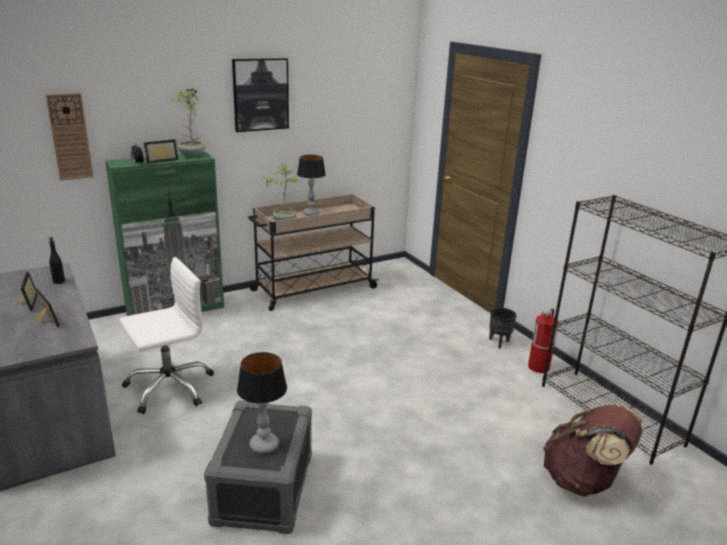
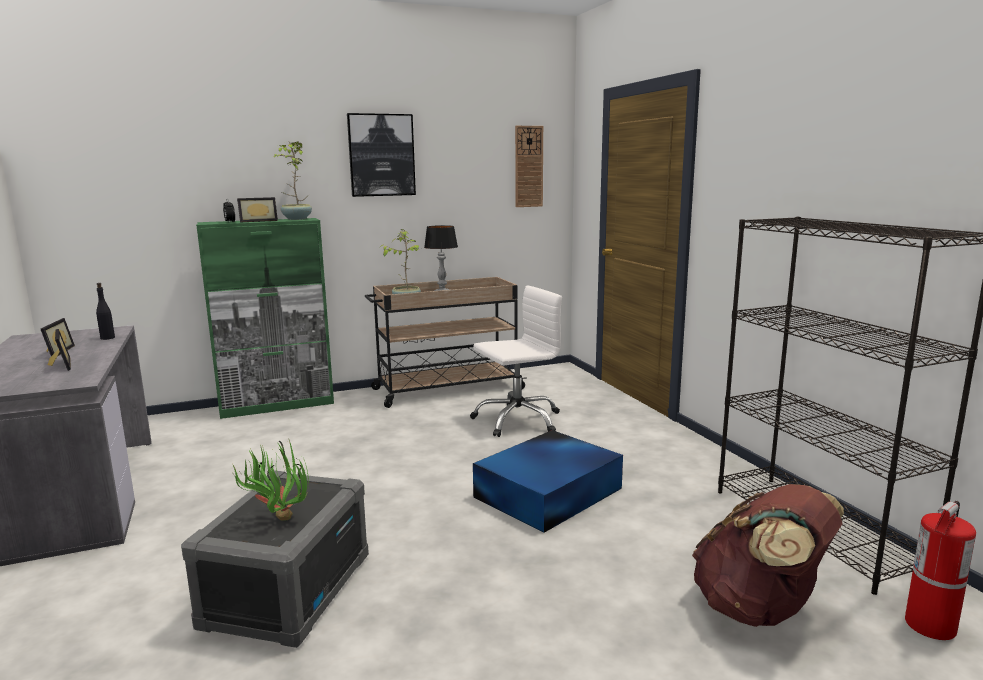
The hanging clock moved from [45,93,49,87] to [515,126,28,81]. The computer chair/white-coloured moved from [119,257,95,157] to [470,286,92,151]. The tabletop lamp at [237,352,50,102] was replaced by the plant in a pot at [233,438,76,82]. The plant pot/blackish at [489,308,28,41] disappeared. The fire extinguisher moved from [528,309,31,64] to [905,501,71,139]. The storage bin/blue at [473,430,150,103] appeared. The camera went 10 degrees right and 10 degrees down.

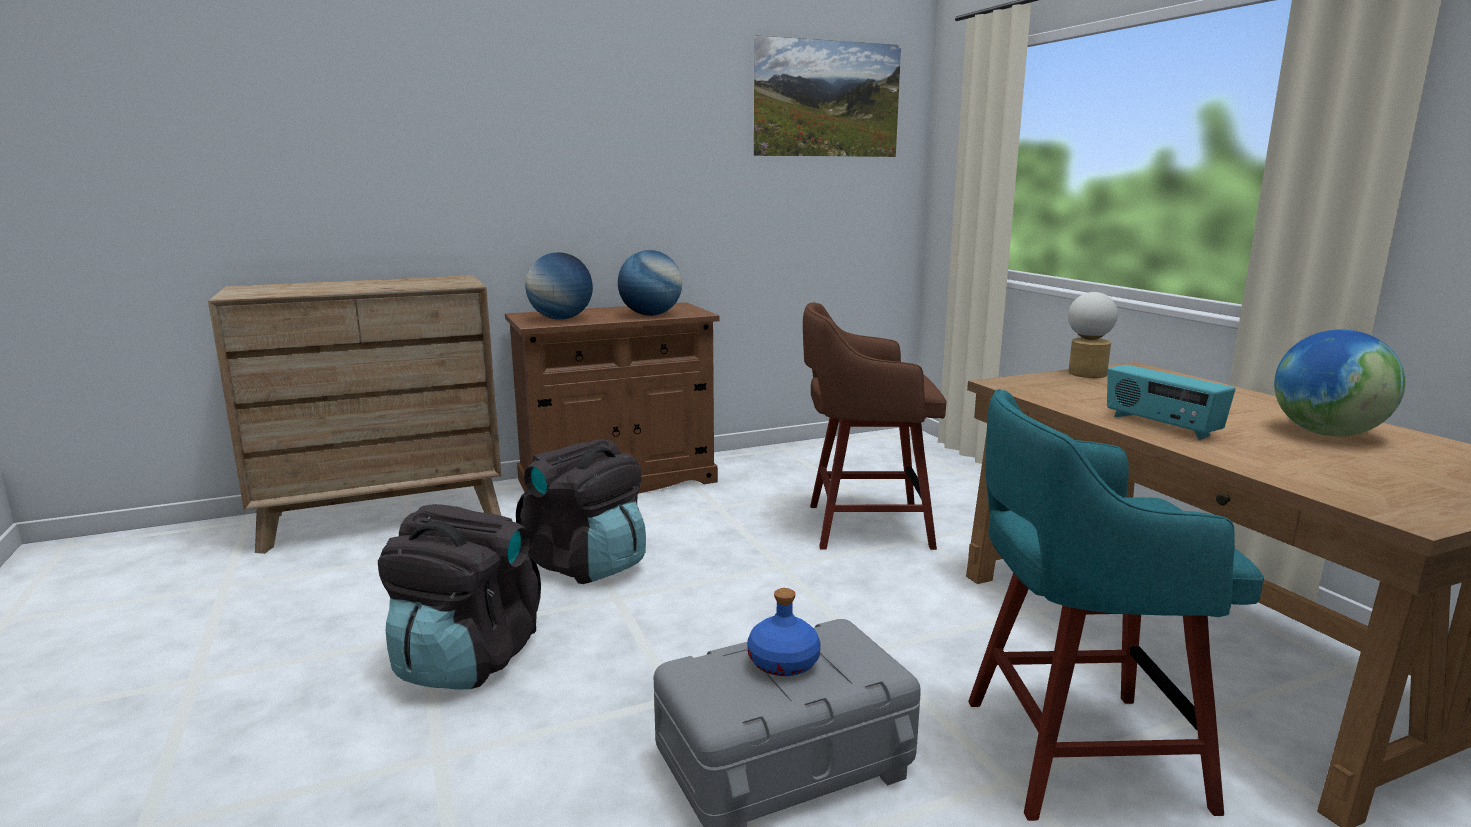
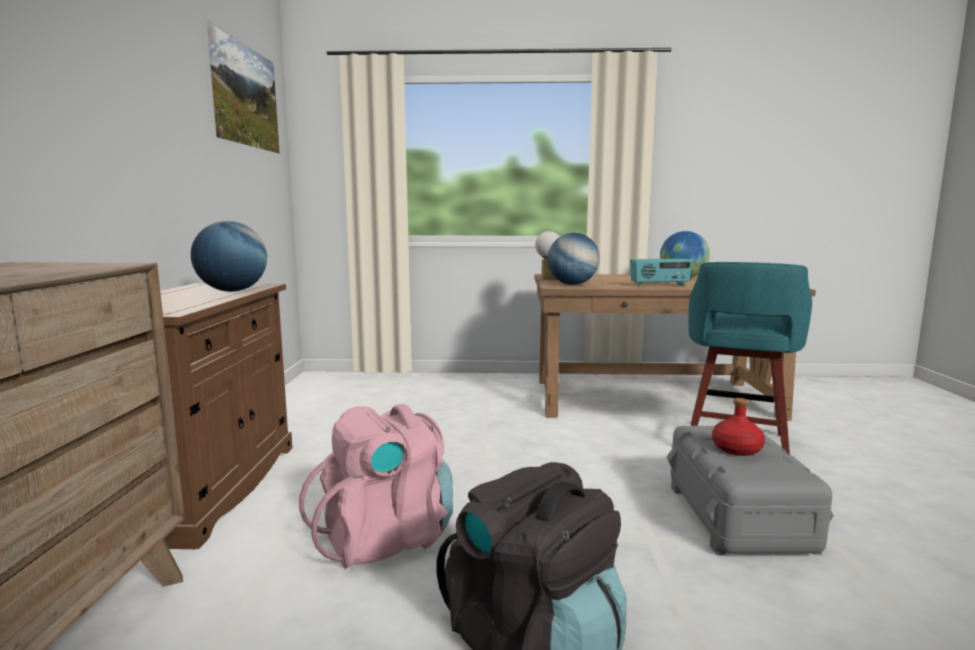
The backpack/blackish at [516,439,130,145] became the backpack/pinkish at [299,404,154,164]. The desk globe moved from [525,252,68,68] to [547,233,53,52]. The drink bottle/blue at [747,588,74,88] became the drink bottle/red at [712,398,53,58]. The stool seat/brownish at [803,303,144,247] disappeared. The camera went 65 degrees left and 5 degrees down.

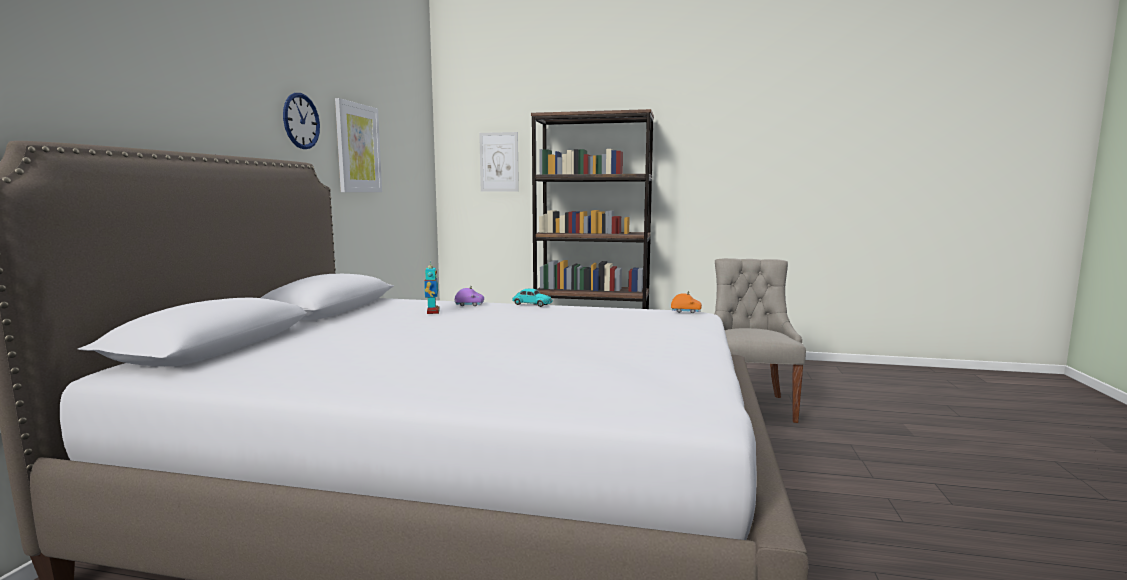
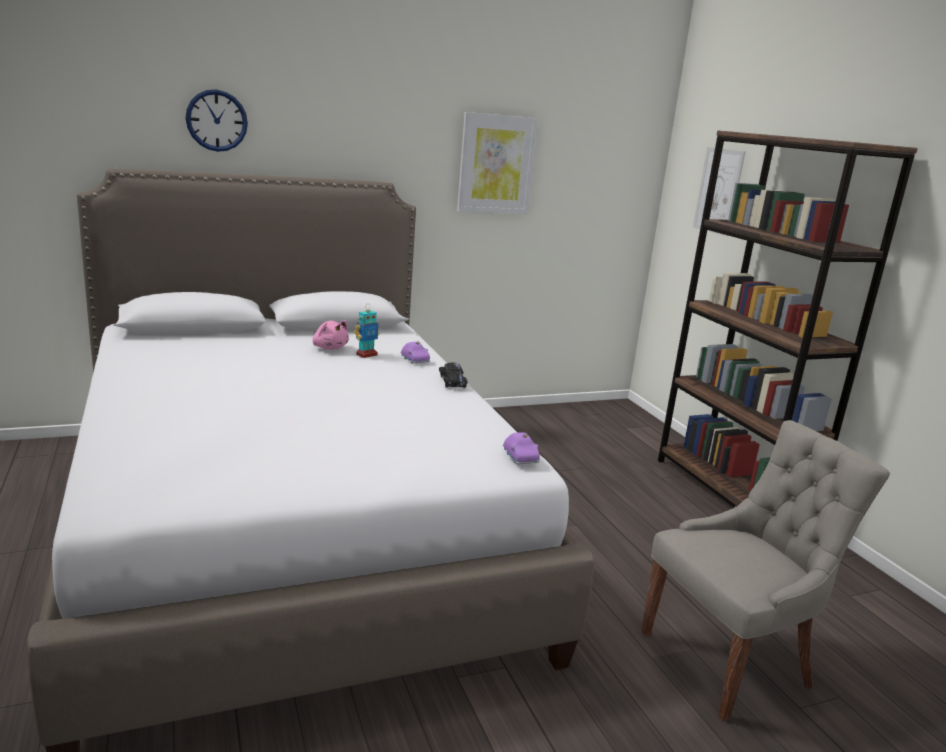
The hanging clock moved from [283,93,37,56] to [185,89,63,63]. The toy car/turquoise-coloured at [512,289,41,18] became the toy car/blackish at [439,363,29,25]. The toy car/orange-coloured at [671,291,31,22] became the toy car/purple at [503,432,37,32]. The cuddly toy/pinkish at [312,320,37,30] appeared. The camera went 55 degrees right and 10 degrees up.

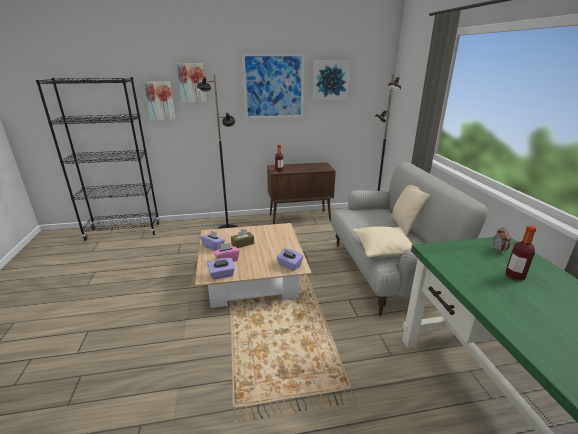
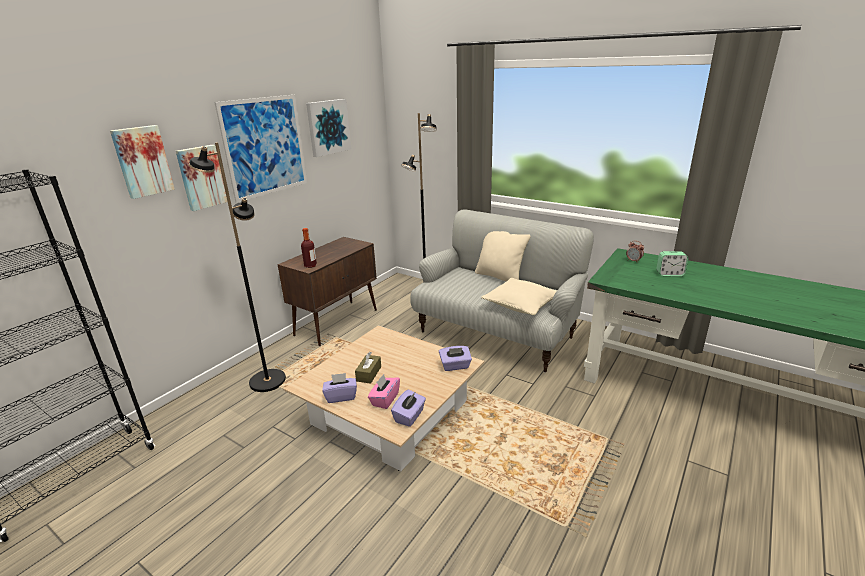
The wall picture moved from [144,82,31,38] to [176,145,52,66]. The drink bottle at [505,225,31,56] was replaced by the bedside clock at [656,251,33,25]. The camera went 45 degrees left and 0 degrees up.

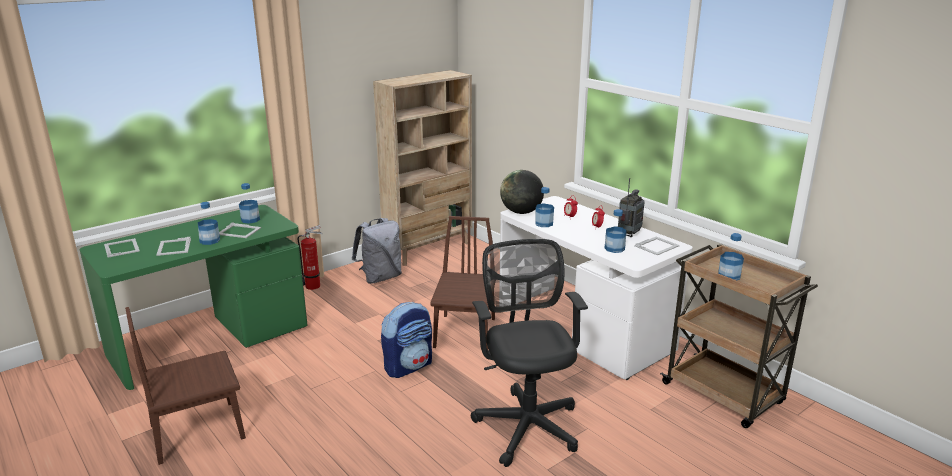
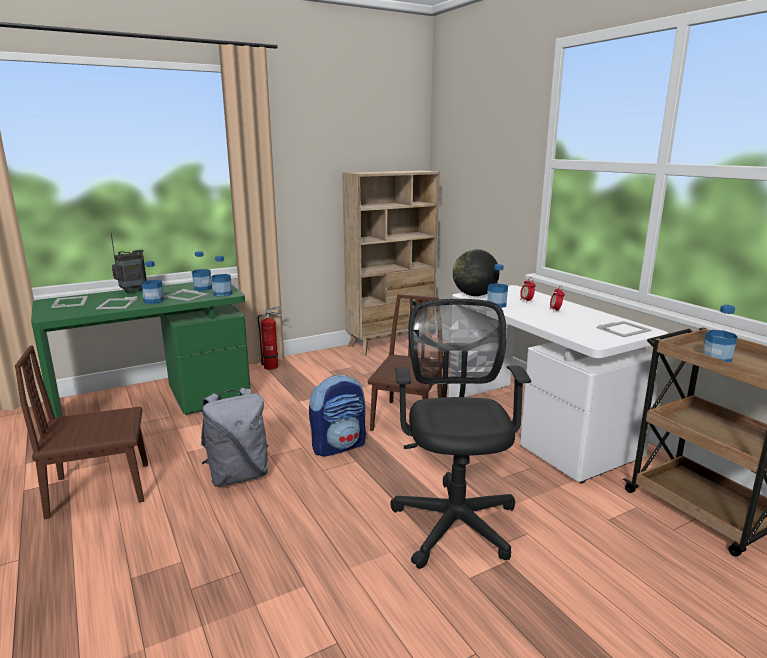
The backpack/greyish moved from [352,218,49,66] to [201,388,67,99]. The drink bottle moved from [605,209,22,44] to [211,256,21,41]. The radio set moved from [618,178,27,59] to [111,233,36,61]. The camera went 10 degrees right and 5 degrees down.

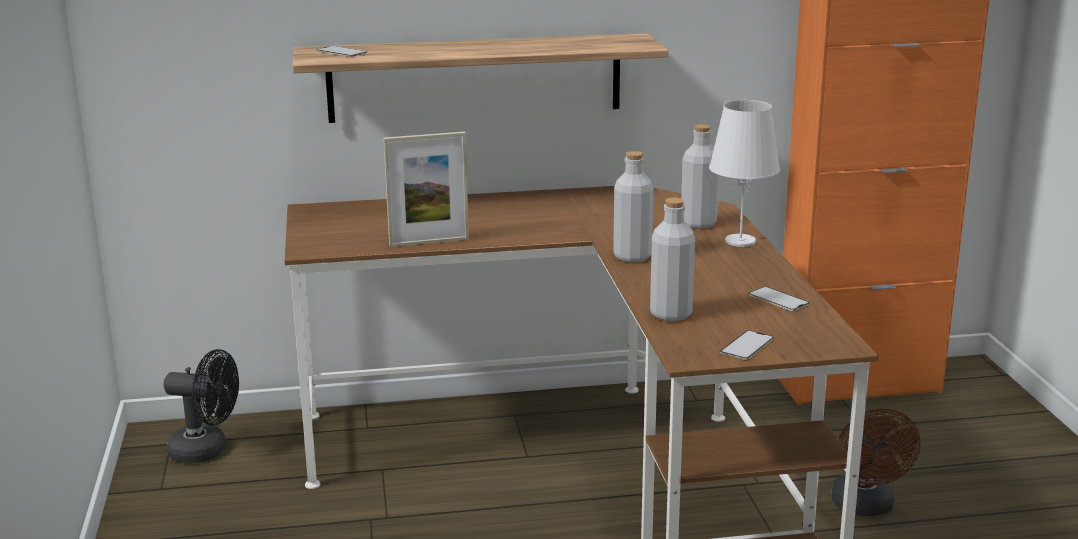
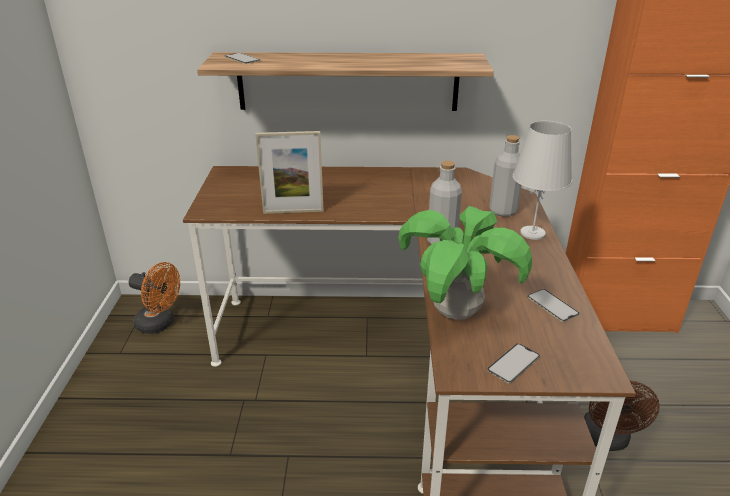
The fan/blackish at [163,349,76,114] became the fan/orange-coloured at [129,262,51,72]. The drink bottle/greyish at [650,198,45,123] was replaced by the plant in a pot at [398,206,134,114]. The camera went 10 degrees right and 10 degrees up.

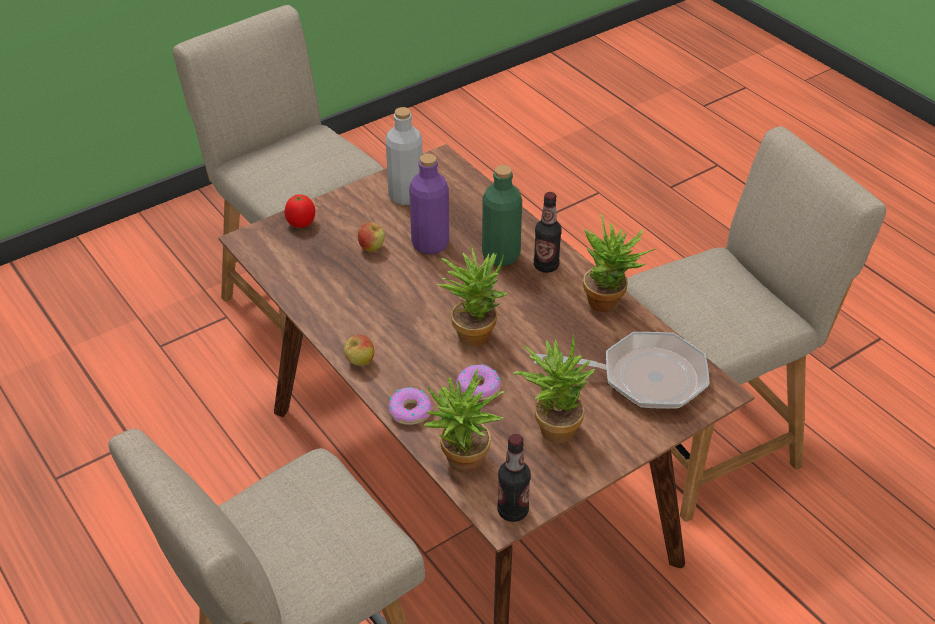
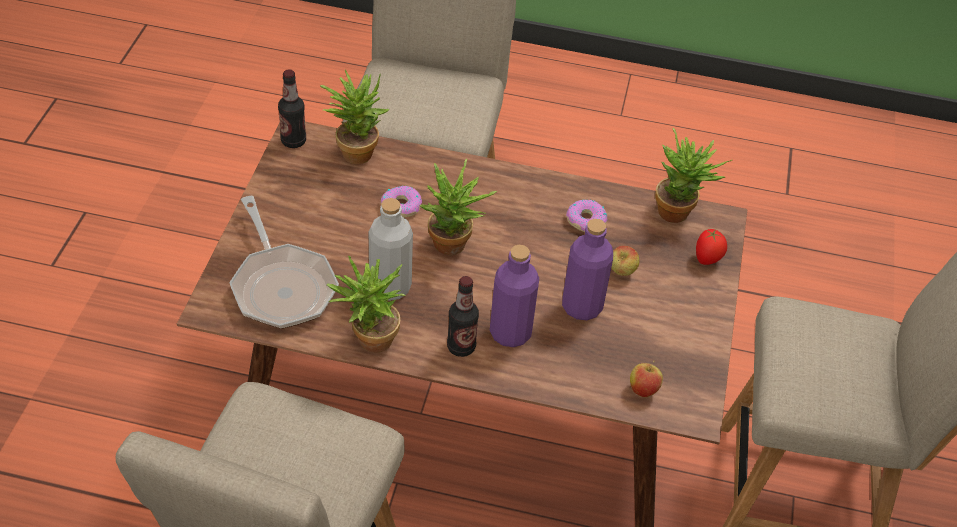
The whole apple moved from [344,335,30,31] to [630,361,33,36]. The drink bottle/greyish moved from [386,107,37,98] to [369,198,44,103]. The doughnut moved from [389,387,43,38] to [566,200,41,32]. The drink bottle/greenish at [482,165,40,101] became the drink bottle/purple at [490,245,49,102]. The plant in a pot moved from [513,335,82,108] to [655,128,77,95]. The skillet at [534,332,176,77] turned 75 degrees counterclockwise. The camera went 135 degrees right and 5 degrees up.

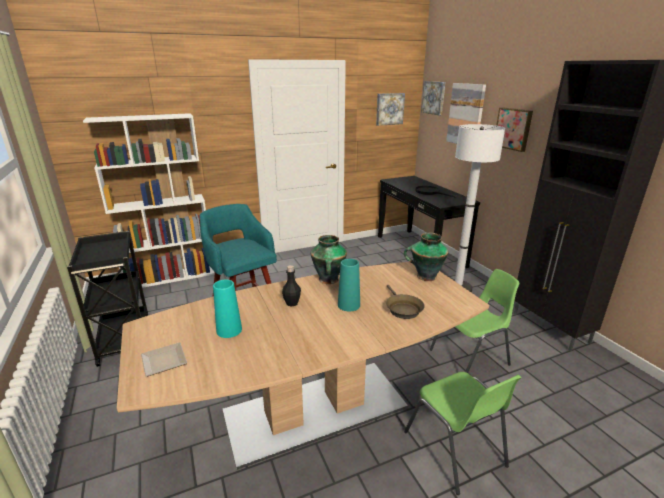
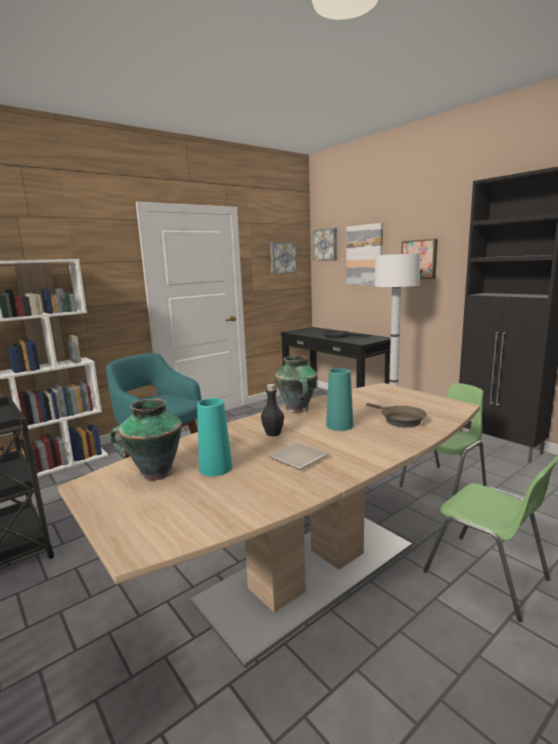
The flat dish moved from [141,342,46,35] to [268,442,61,28]. The flower vase moved from [404,233,45,48] to [110,398,72,83]. The camera went 15 degrees left and 10 degrees down.

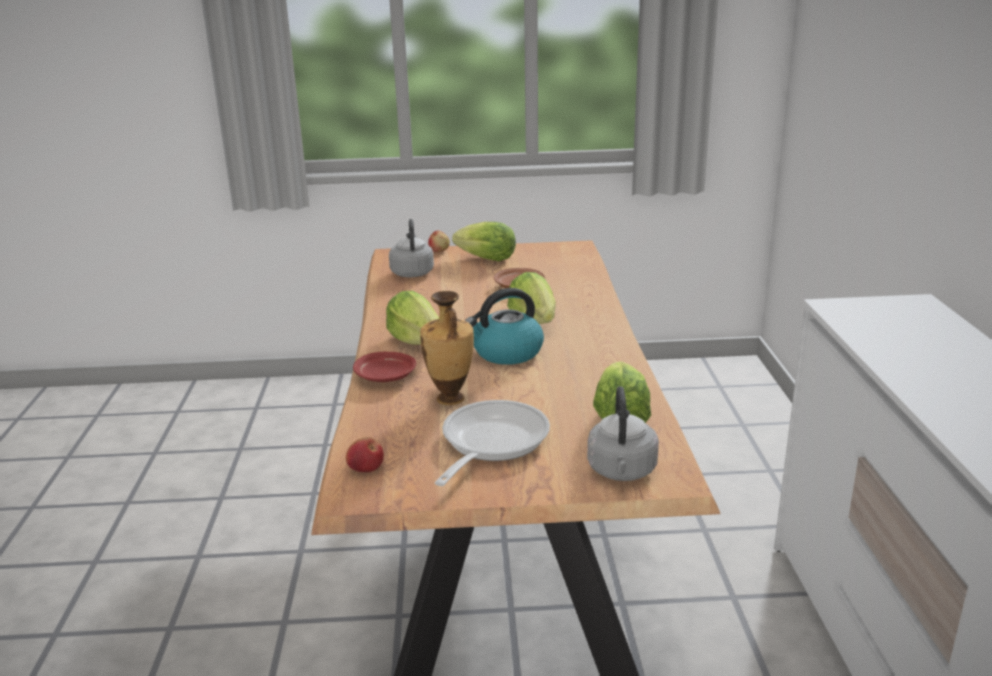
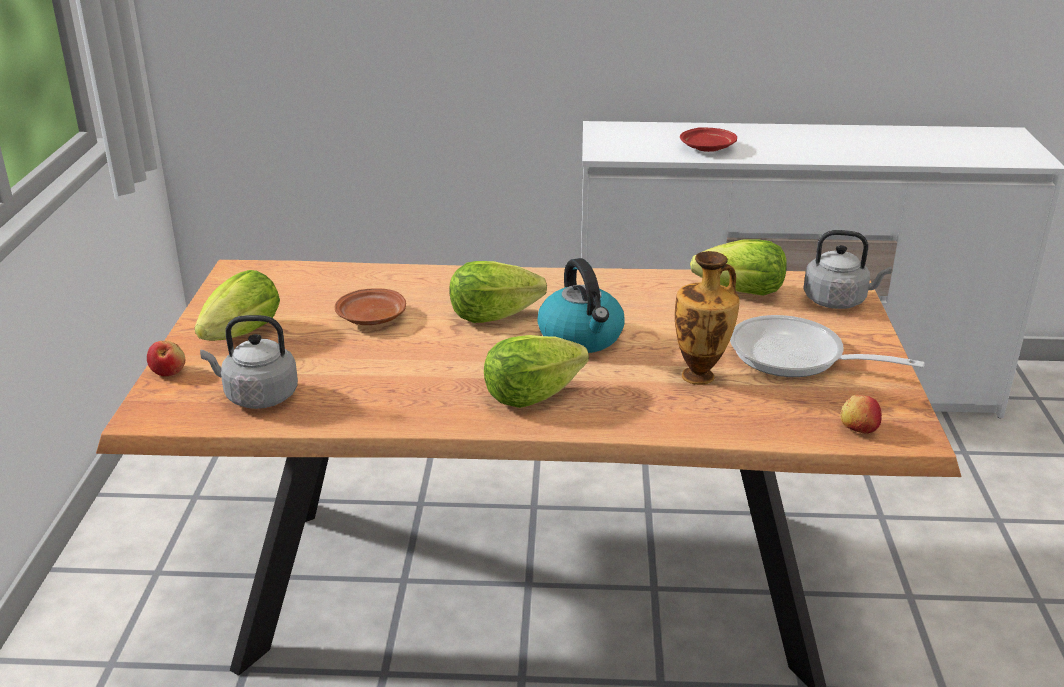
The flat dish/red moved from [353,352,63,30] to [680,127,57,25]. The camera went 85 degrees left and 5 degrees up.

